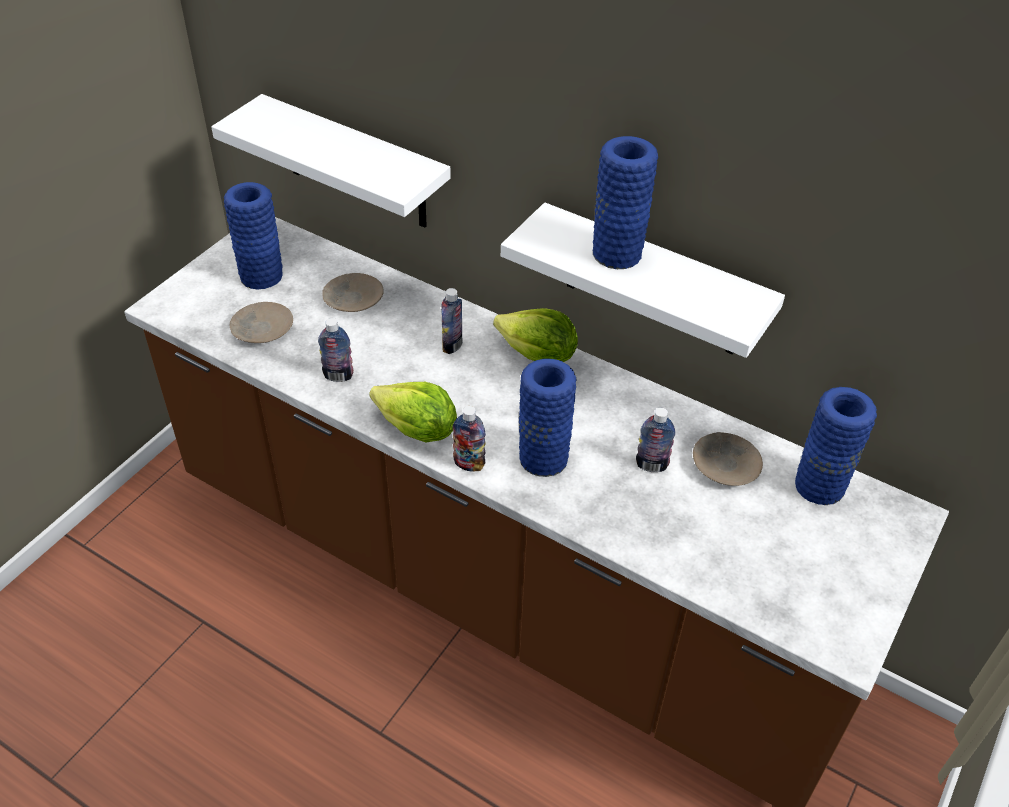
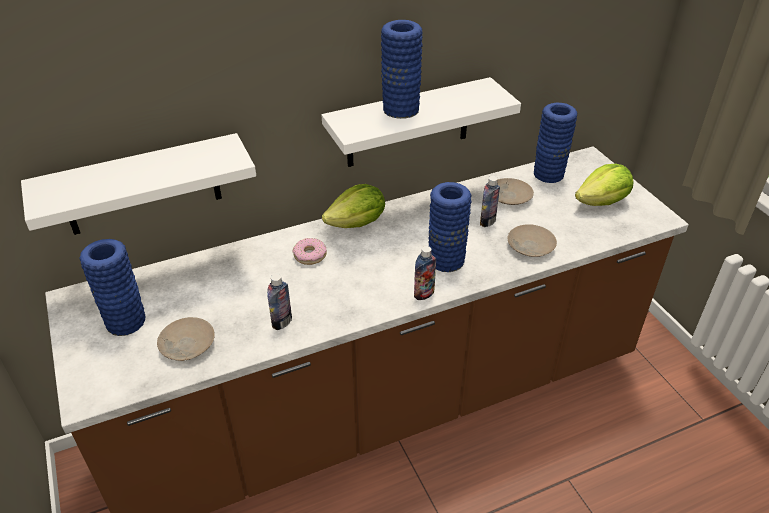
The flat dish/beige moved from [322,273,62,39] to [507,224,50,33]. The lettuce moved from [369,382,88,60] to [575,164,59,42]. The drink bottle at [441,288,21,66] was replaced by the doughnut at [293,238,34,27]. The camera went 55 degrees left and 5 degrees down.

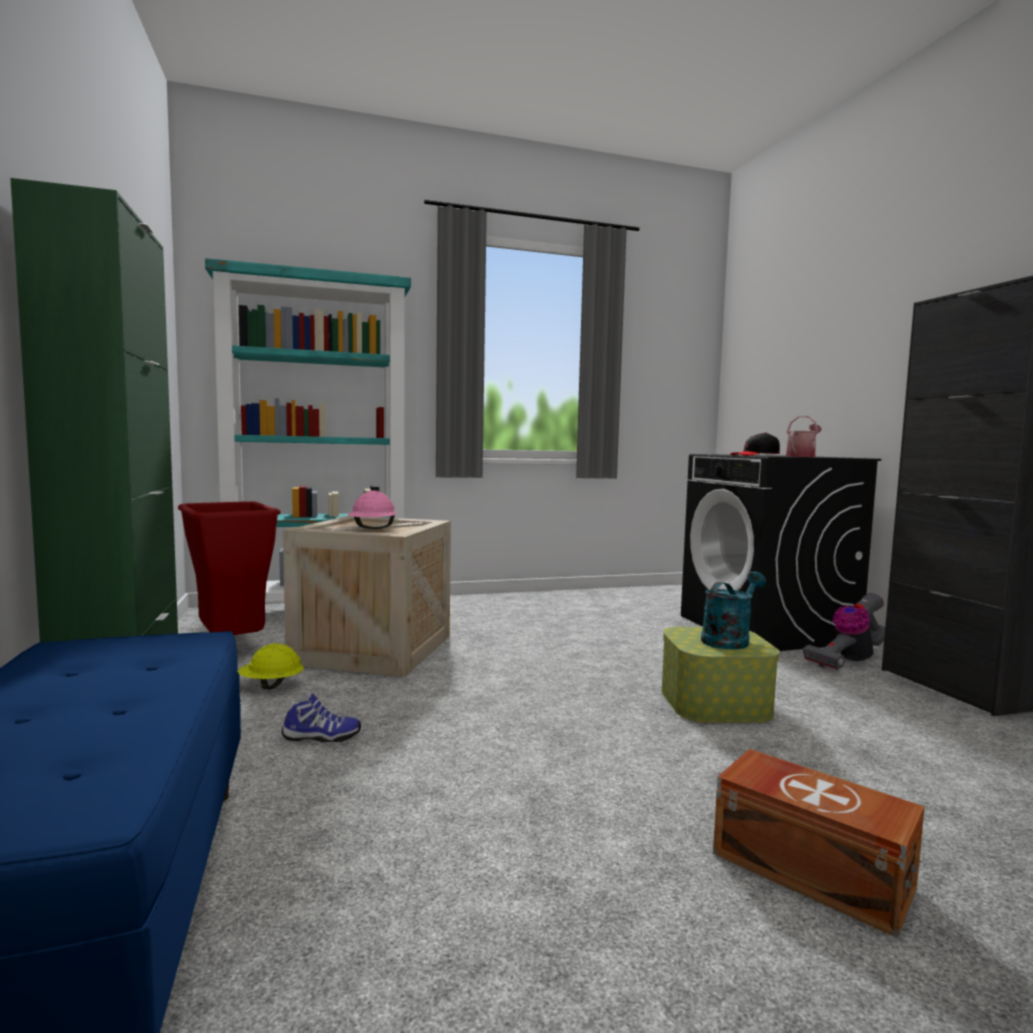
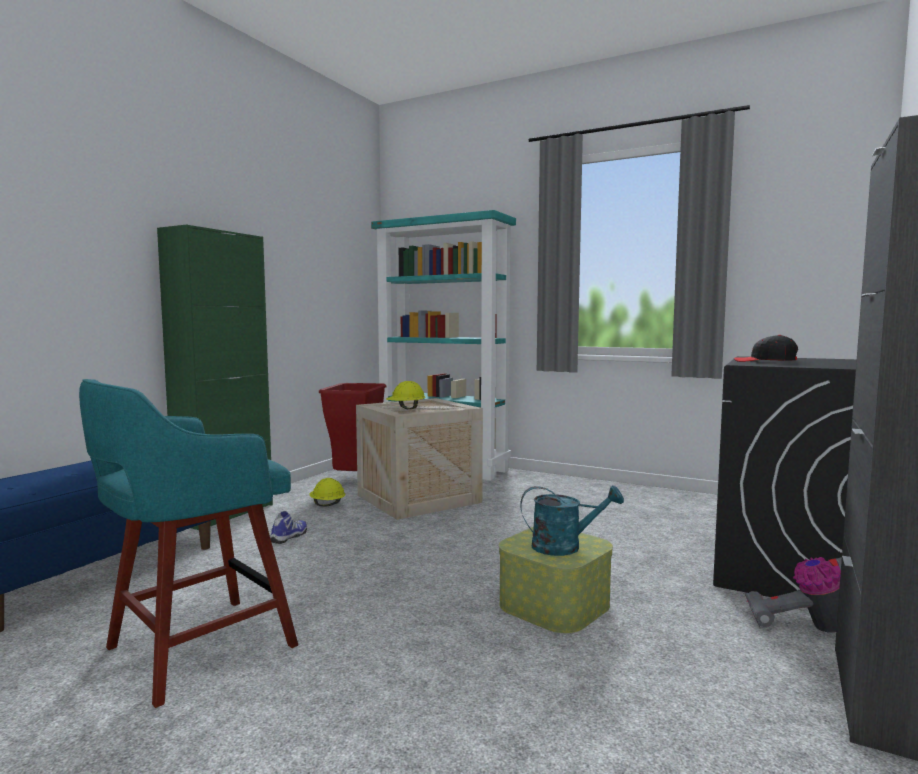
The shoe at [282,693,79,49] turned 105 degrees counterclockwise. The safety helmet/pinkish at [348,490,48,39] became the safety helmet/yellow at [386,381,40,28]. The storage bin/brownish at [713,749,212,189] disappeared. The watering pot at [786,416,36,41] disappeared. The stool seat/turquoise-coloured at [79,379,219,329] appeared. The camera went 45 degrees right and 0 degrees up.

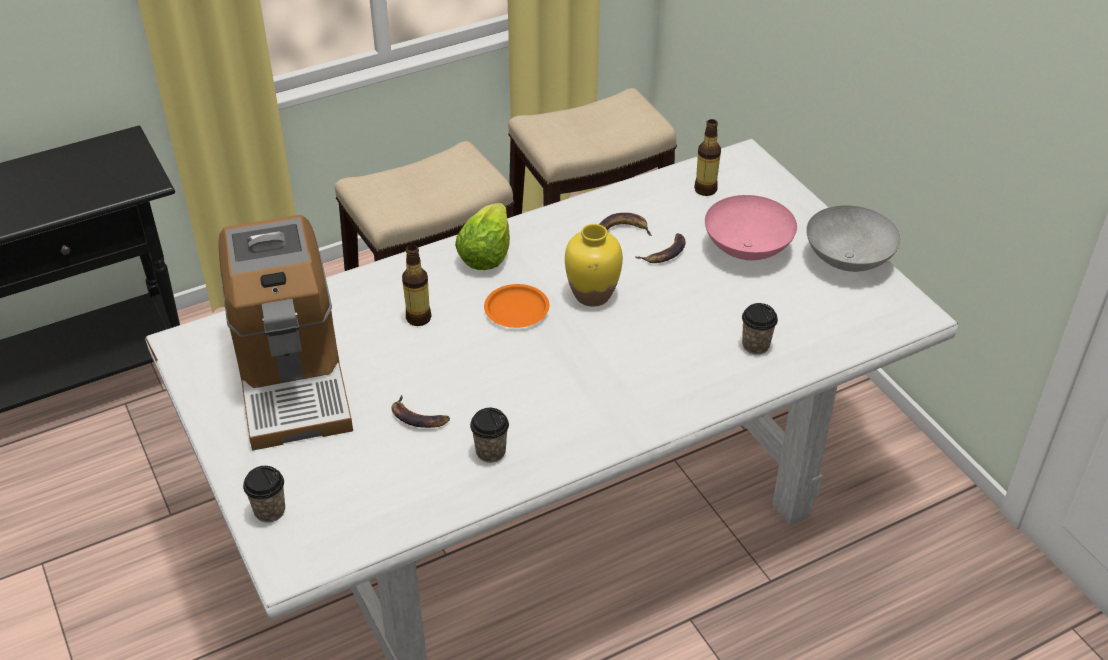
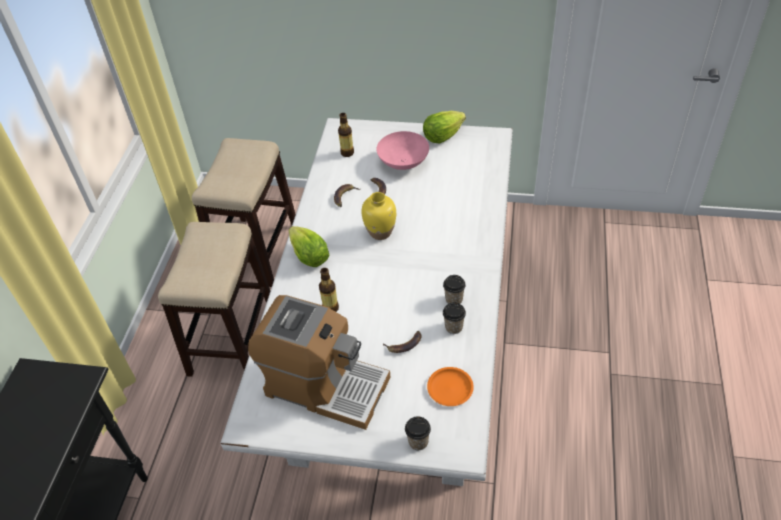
The flat dish/orange-coloured moved from [484,284,65,44] to [427,367,47,39]. The small cup moved from [742,303,36,52] to [443,275,23,29]. The bowl/greyish at [806,205,95,67] was replaced by the lettuce at [423,111,43,32]. The camera went 50 degrees left and 5 degrees up.

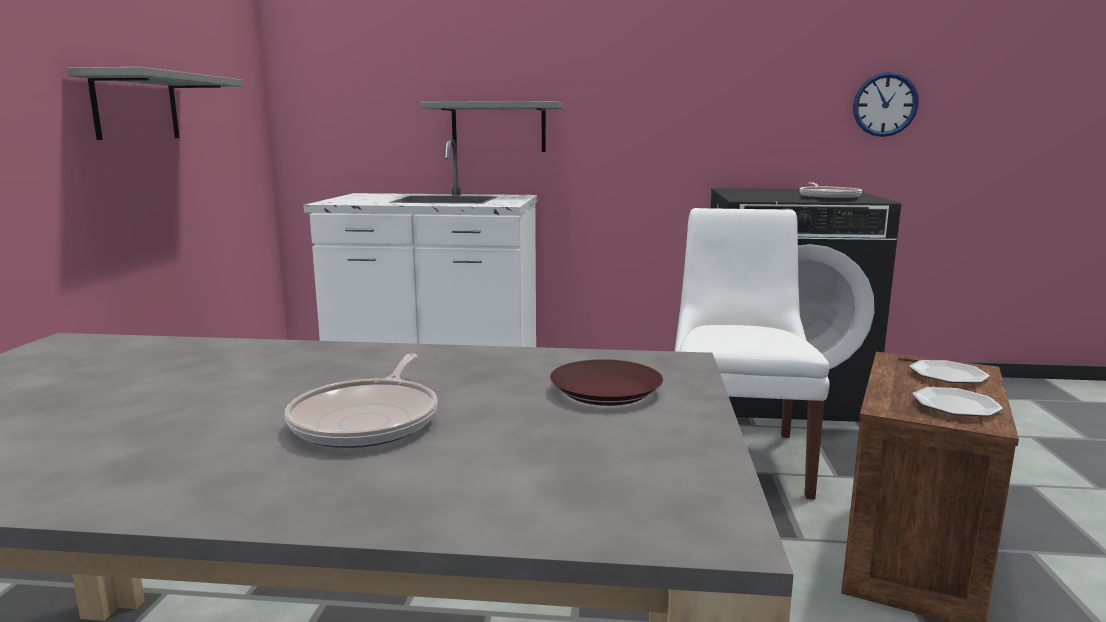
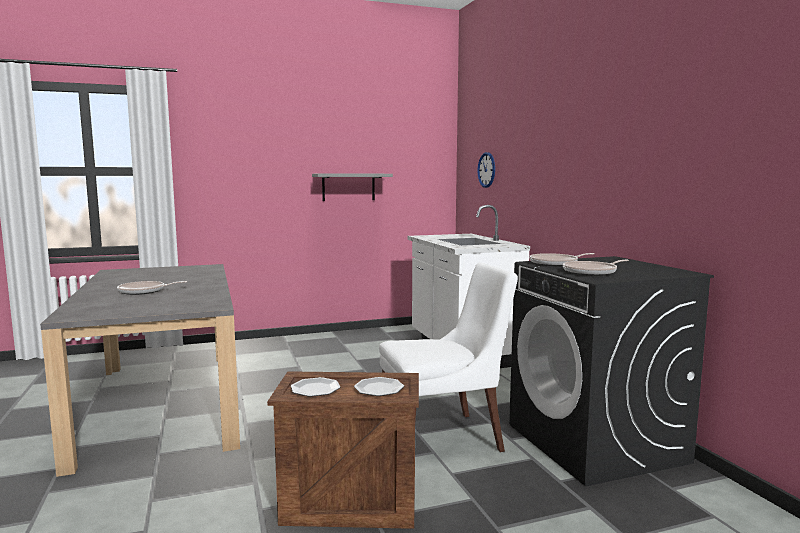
The wall shelf/greyish at [420,101,143,51] disappeared. The flat dish/brownish at [550,359,113,47] disappeared. The hanging clock moved from [853,72,66,65] to [477,152,18,36]. The skillet at [529,253,66,13] appeared. The camera went 65 degrees right and 5 degrees down.

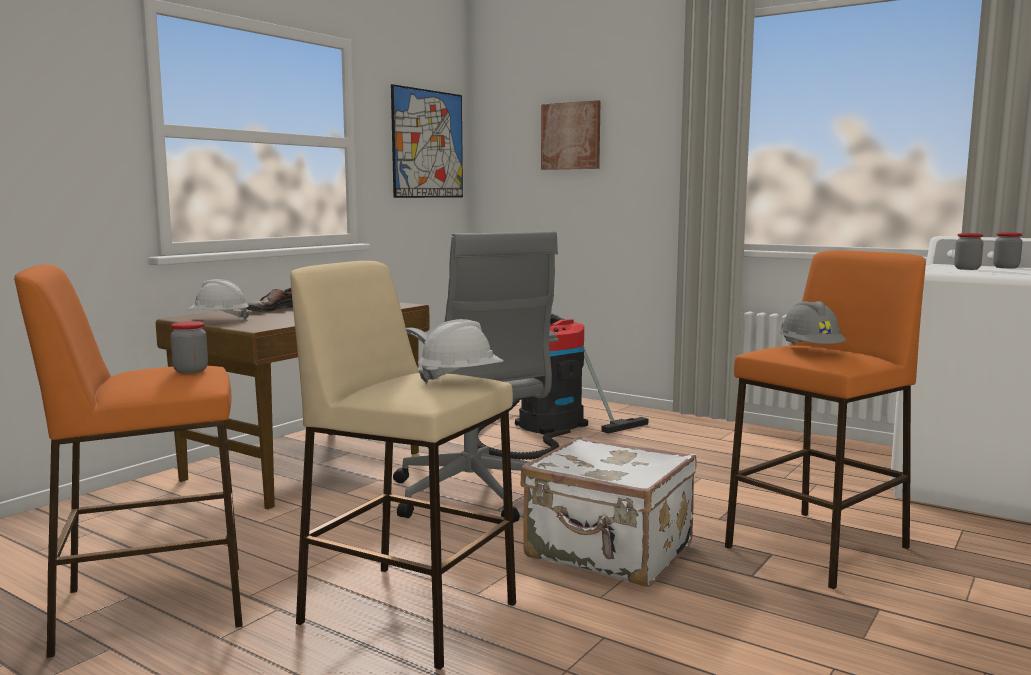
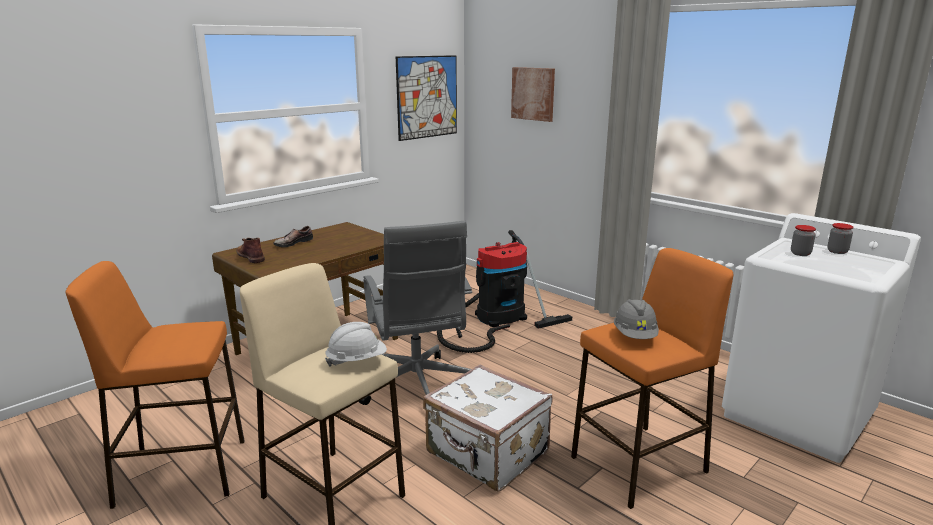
The jar at [170,321,38,52] disappeared. The safety helmet/white-coloured at [188,279,62,41] was replaced by the boot/brownish at [237,238,28,25]. The camera went 10 degrees right and 10 degrees up.

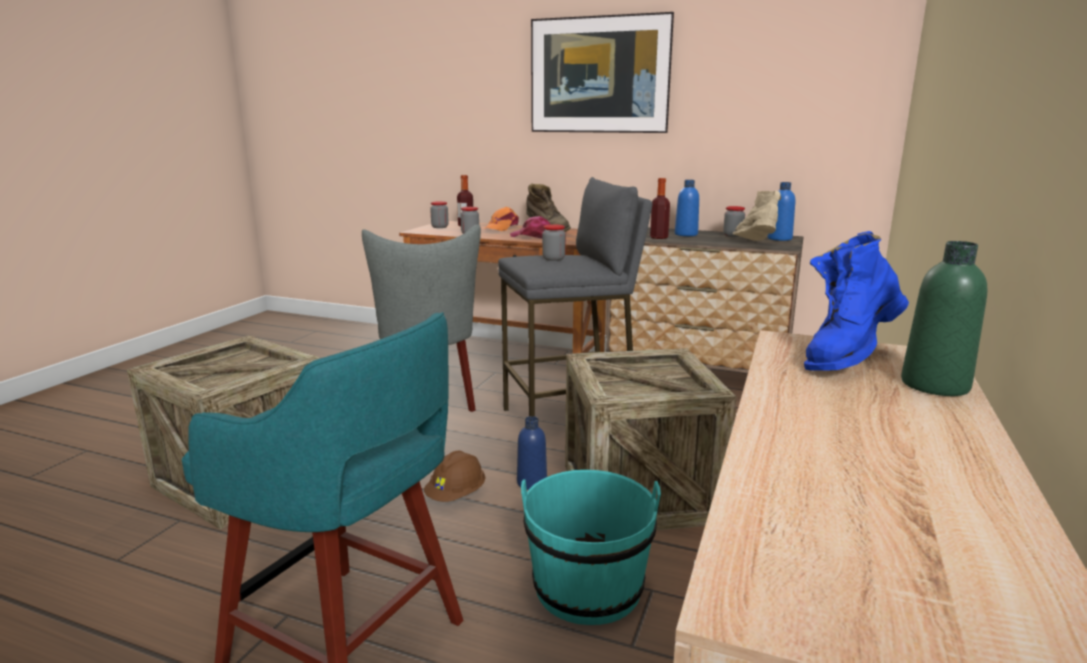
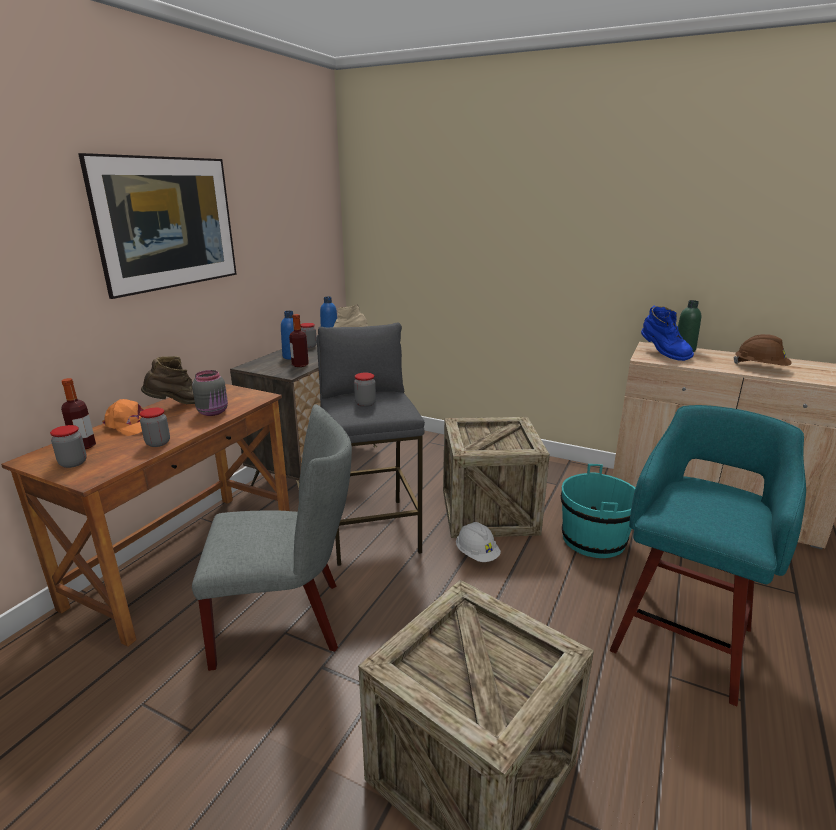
The safety helmet/brownish moved from [424,451,61,51] to [733,334,59,32]. The cap/pinkish at [510,216,41,23] was replaced by the jar/greyish at [192,370,36,46]. The drink bottle/blue at [517,416,30,74] was replaced by the safety helmet/white-coloured at [456,522,45,40]. The camera went 85 degrees left and 5 degrees up.

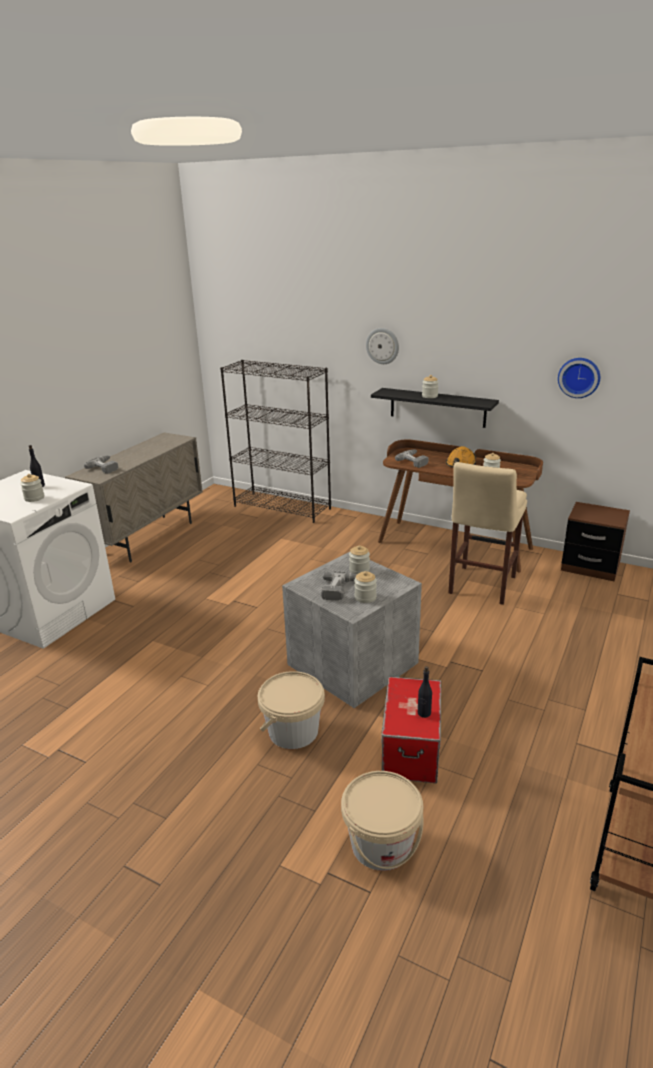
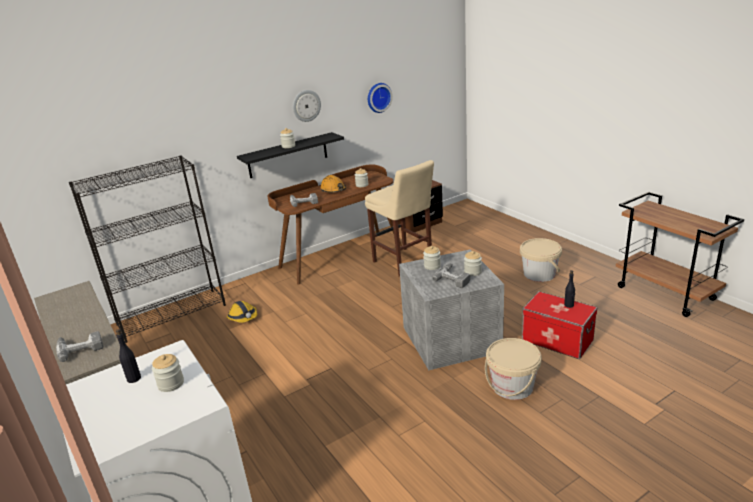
The water bucket/beige moved from [341,771,82,100] to [520,238,42,44]. The hanging clock moved from [366,328,33,36] to [293,90,28,32]. The safety helmet at [227,301,30,22] appeared. The camera went 60 degrees left and 0 degrees up.

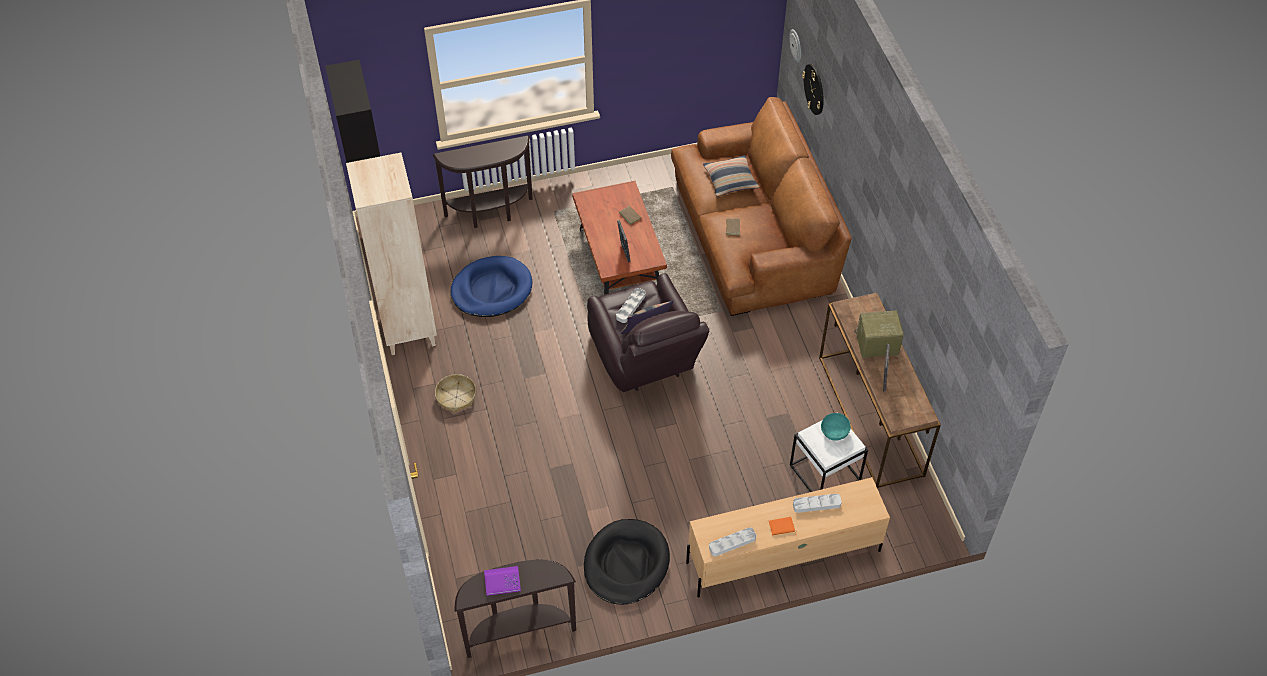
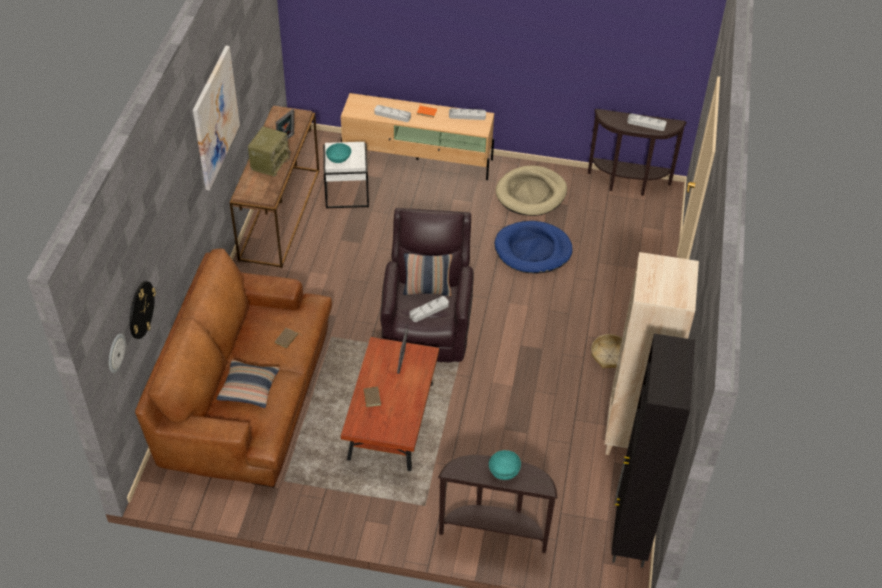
The dog cushion/blue moved from [451,256,81,61] to [495,221,78,53]. The volume/purple at [484,566,37,30] was replaced by the carrying tray/greyish at [627,113,40,18]. The dog cushion/blackish at [584,519,86,86] became the dog cushion/beige at [495,165,72,51]. The radio set at [855,310,49,48] turned 90 degrees counterclockwise. The wall picture at [193,46,47,144] appeared. The bowl/turquoise-coloured at [489,450,32,30] appeared. The camera went 155 degrees left and 5 degrees down.

